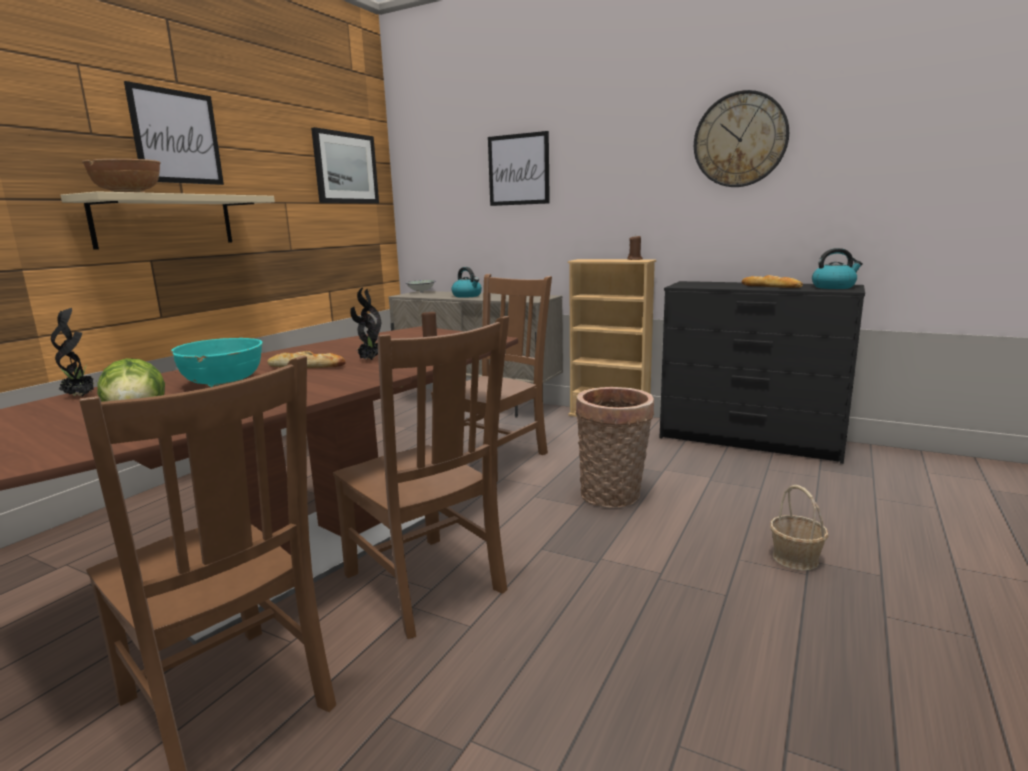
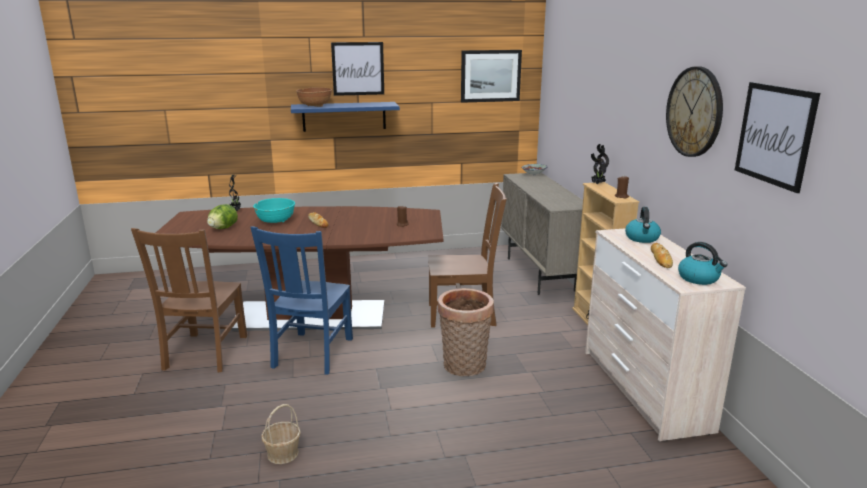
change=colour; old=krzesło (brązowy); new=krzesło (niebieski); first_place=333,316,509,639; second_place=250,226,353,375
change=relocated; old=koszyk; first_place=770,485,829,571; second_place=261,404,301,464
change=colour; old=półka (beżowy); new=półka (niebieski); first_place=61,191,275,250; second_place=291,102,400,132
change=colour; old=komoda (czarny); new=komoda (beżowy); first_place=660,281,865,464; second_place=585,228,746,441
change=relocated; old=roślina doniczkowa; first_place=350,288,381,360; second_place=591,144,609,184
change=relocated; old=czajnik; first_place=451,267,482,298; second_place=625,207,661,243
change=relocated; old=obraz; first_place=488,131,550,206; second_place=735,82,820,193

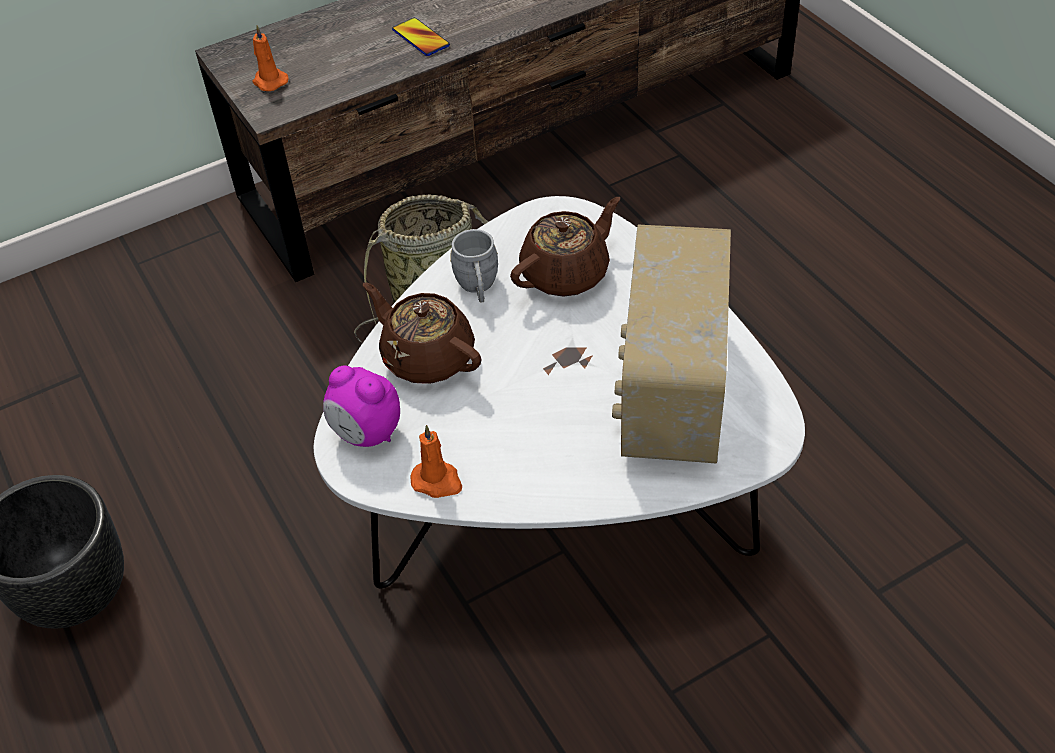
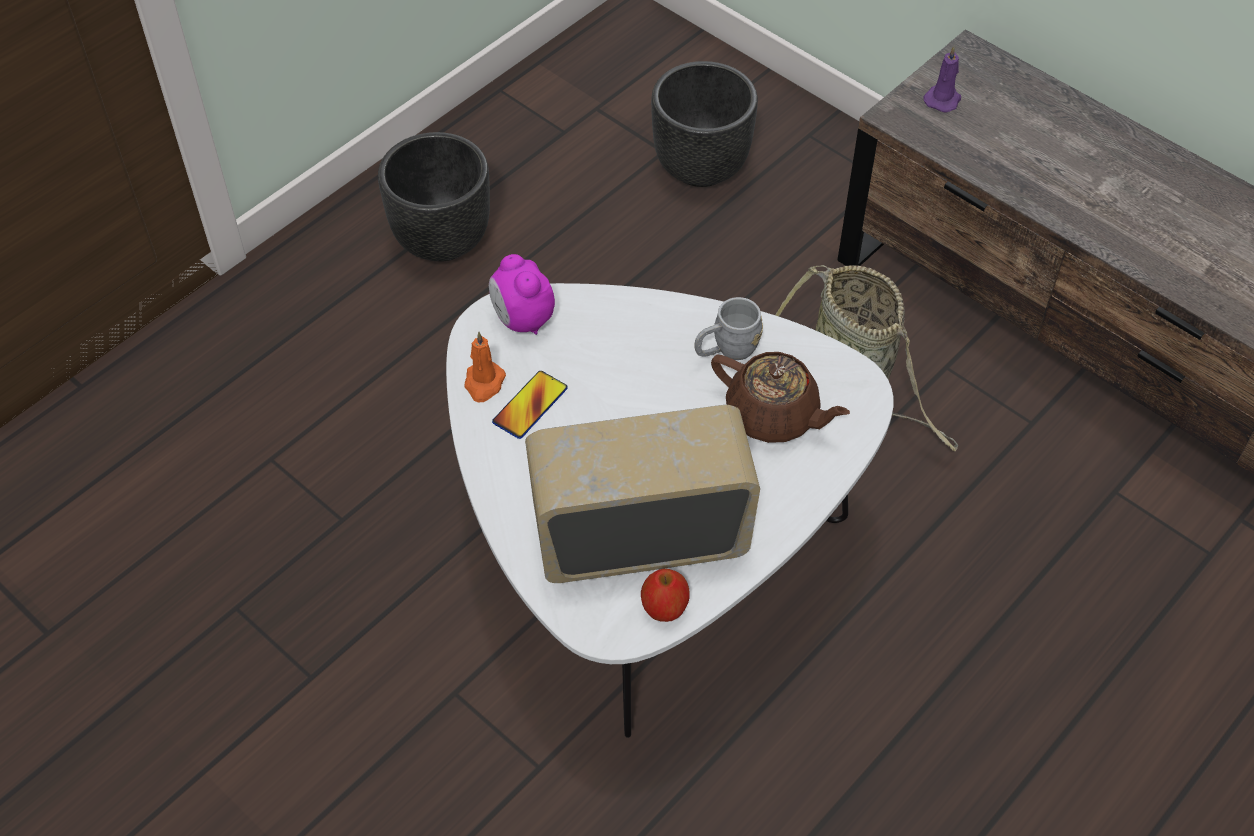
change=spun; old=budzik; first_place=323,365,400,447; second_place=489,254,555,335; degrees=-45
change=relocated; old=telefon; first_place=392,18,450,56; second_place=492,371,568,439
change=appeared; new=jabłko; second_place=641,569,690,622
change=appeared; new=donica (czarny); second_place=651,61,758,187
change=colour; old=świeca (pomarańczowy); new=świeca (fioletowy); first_place=252,25,288,91; second_place=923,46,961,112
change=missing; old=imbryk (brązowy); first_place=363,282,481,384

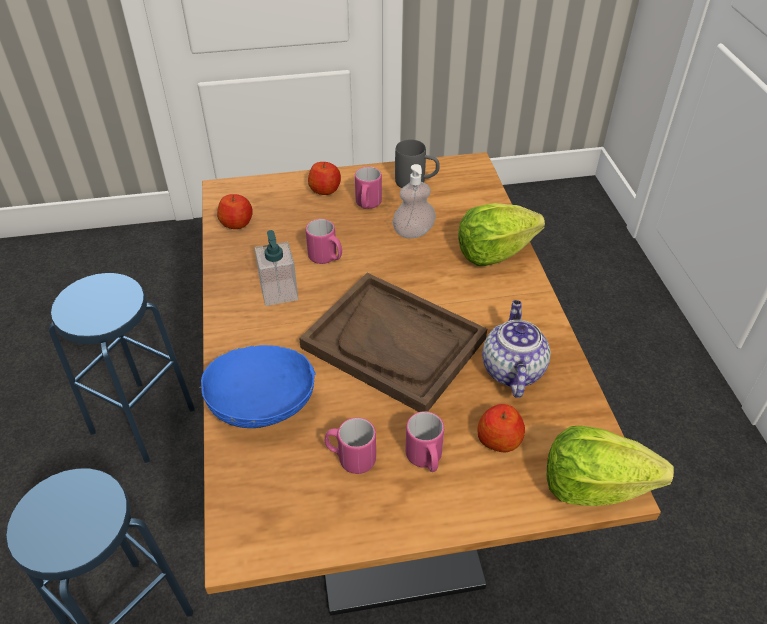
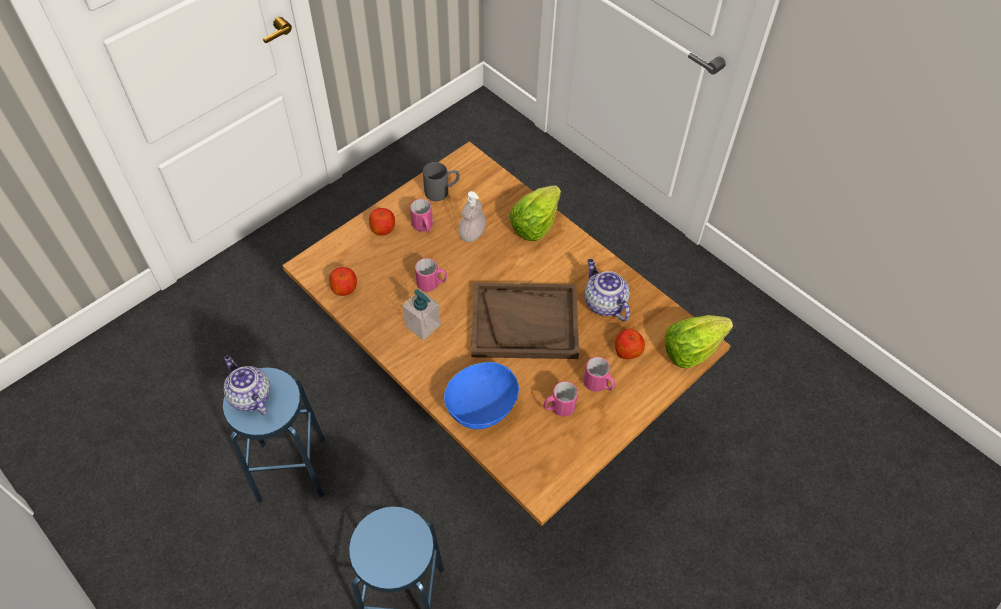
change=appeared; new=imbryk; second_place=224,355,270,415

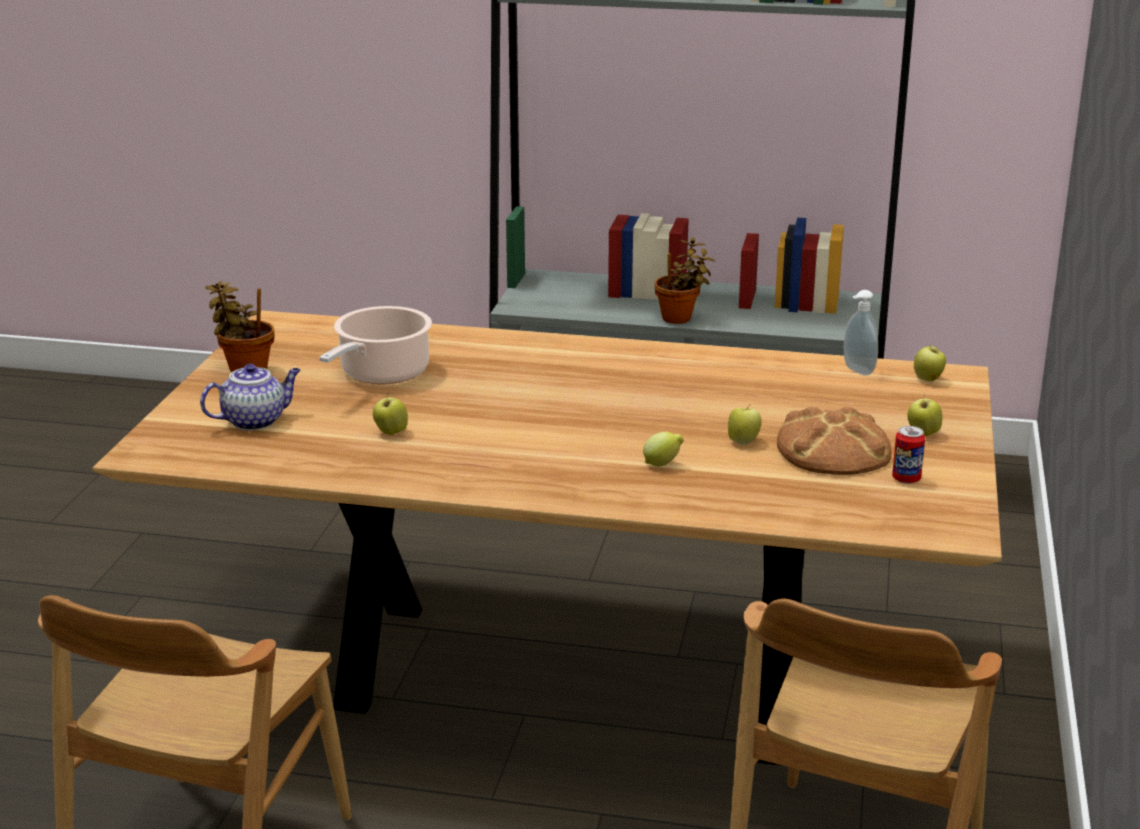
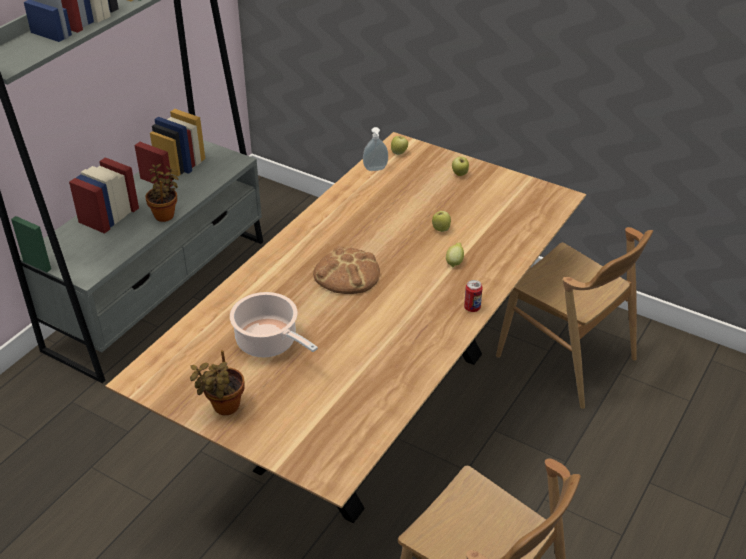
change=relocated; old=chleb; first_place=777,406,892,475; second_place=313,246,380,294
change=relocated; old=puszka; first_place=892,426,925,484; second_place=464,280,483,312
change=missing; old=imbryk; first_place=200,364,301,431
change=missing; old=jabłko; first_place=373,394,408,435

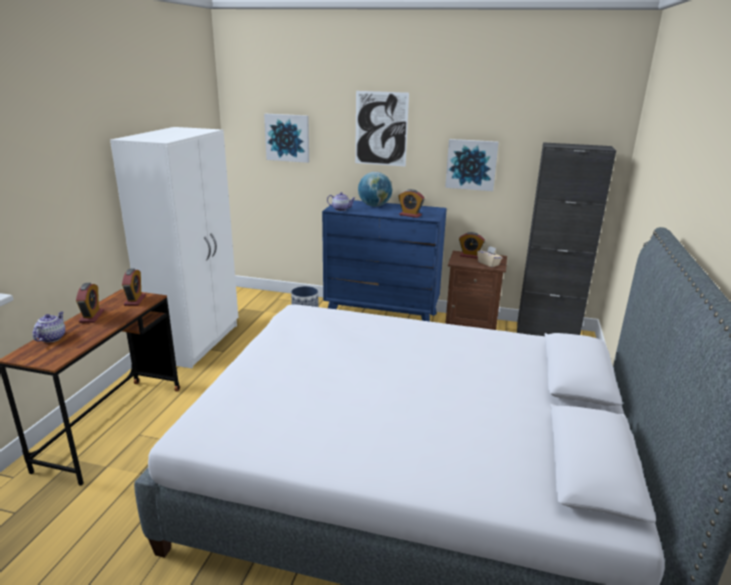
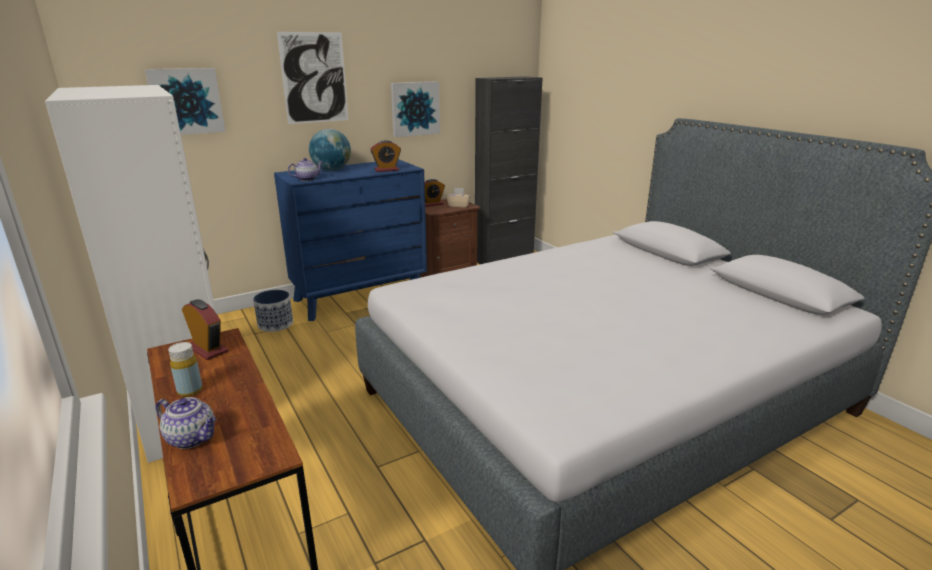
change=spun; old=imbryk; first_place=33,312,65,343; second_place=156,397,217,449; degrees=150
change=exchanged; old=budzik; new=butelka (żółty); first_place=76,283,104,323; second_place=168,342,202,397

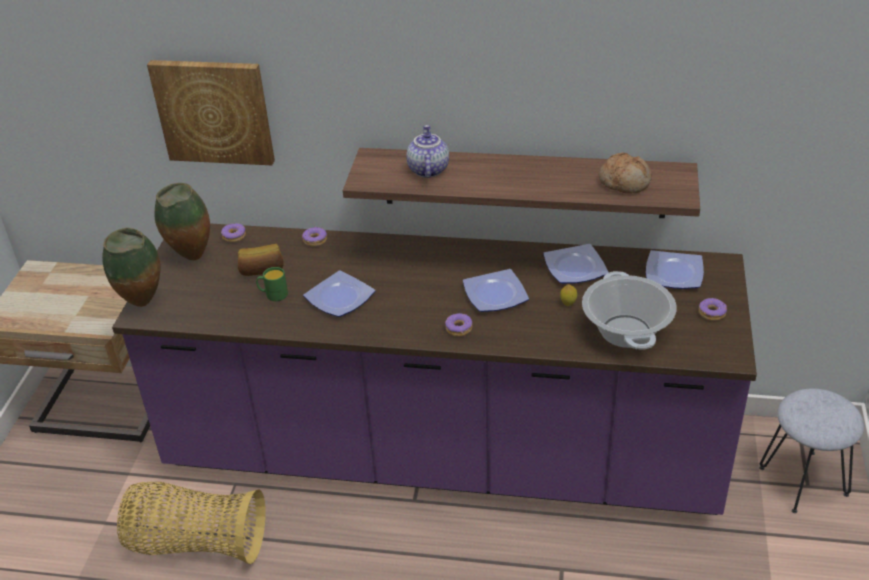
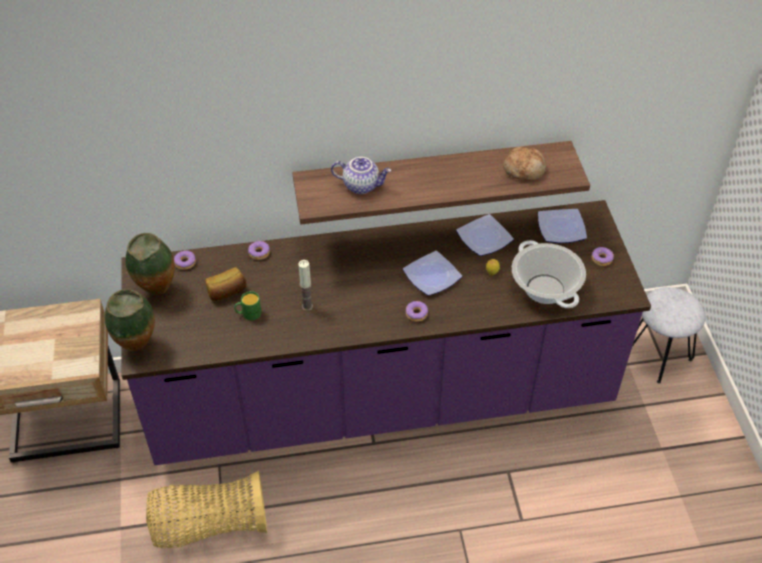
change=exchanged; old=talerz; new=świeca; first_place=303,270,375,317; second_place=298,260,313,311
change=spun; old=imbryk; first_place=406,125,449,178; second_place=331,157,391,194; degrees=120
change=missing; old=obraz; first_place=147,60,275,165

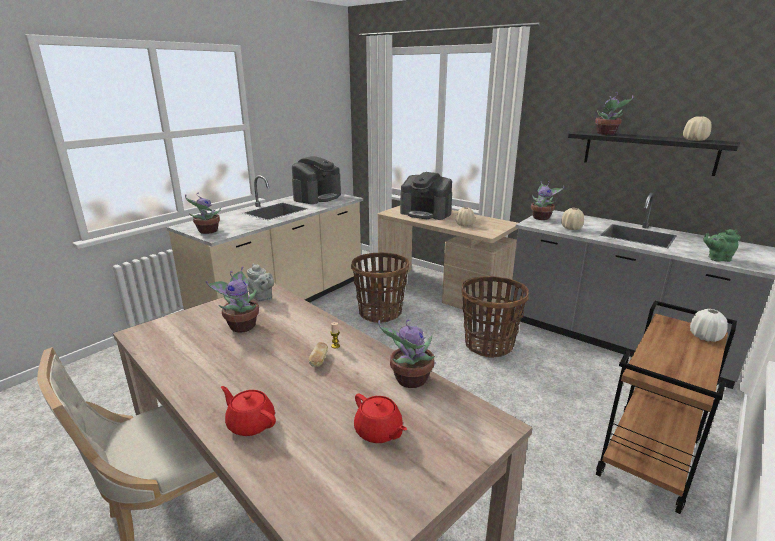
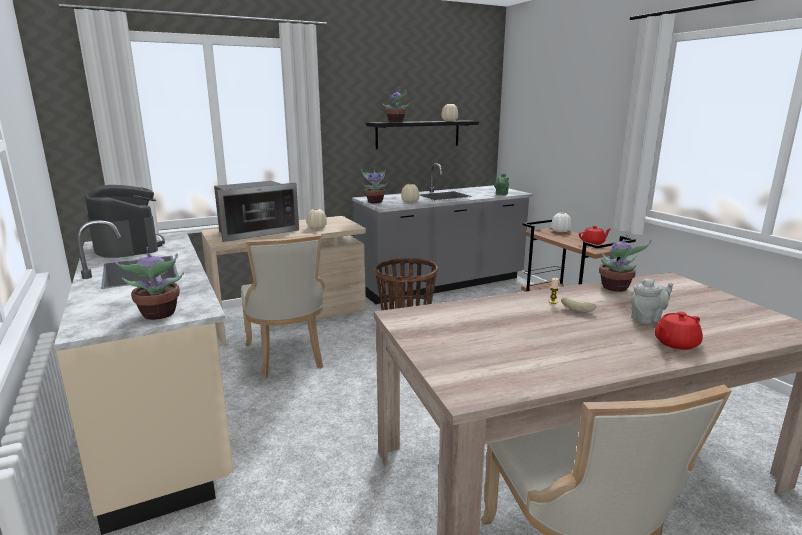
change=exchanged; old=ekspres do kawy; new=mikrofalówka; first_place=400,172,452,220; second_place=214,181,299,242
change=exchanged; old=koszyk; new=krzesło (beżowy); first_place=351,252,409,323; second_place=241,234,325,378
change=relocated; old=imbryk (czerwony); first_place=354,393,407,443; second_place=579,226,612,245
change=relocated; old=imbryk (szary); first_place=247,264,274,302; second_place=631,278,673,324
change=missing; old=roślina doniczkowa; first_place=206,266,259,333

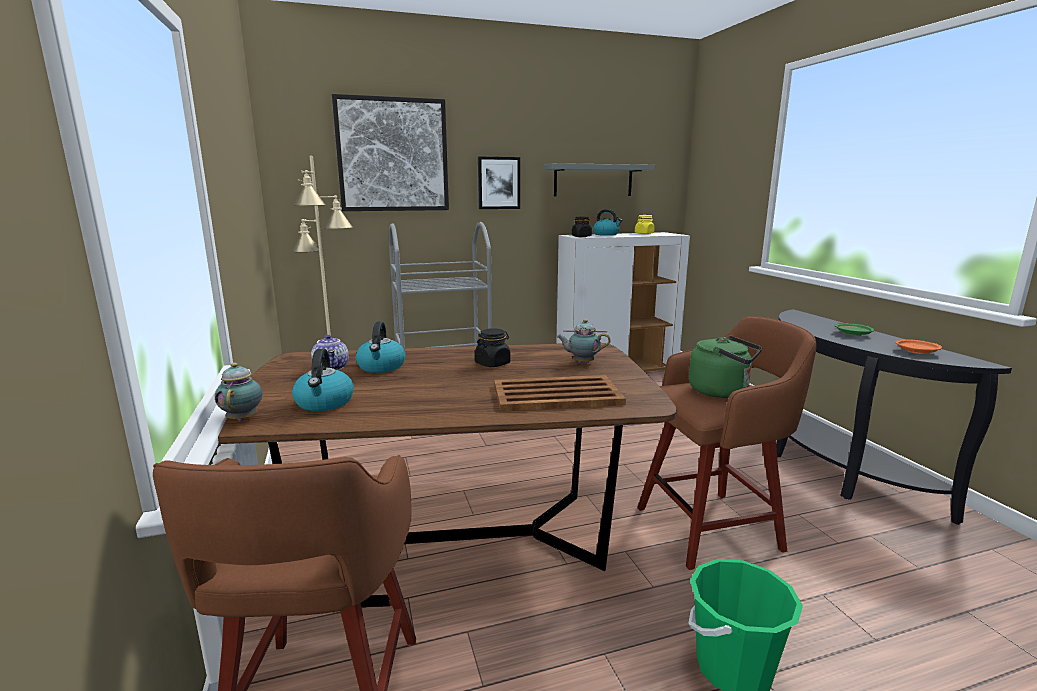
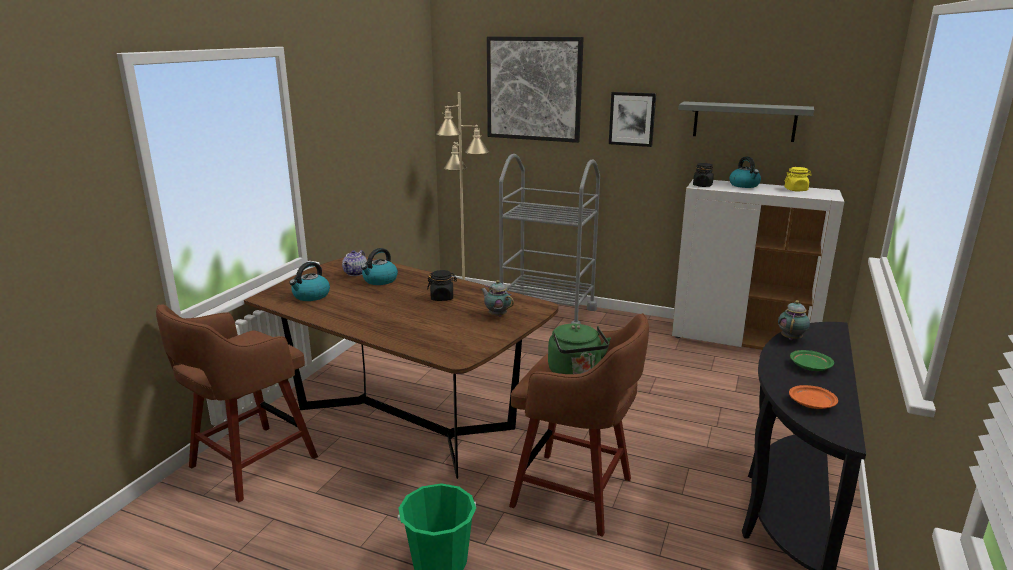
change=relocated; old=imbryk; first_place=215,363,262,422; second_place=778,300,810,340
change=missing; old=taca (brązowy); first_place=494,375,626,412

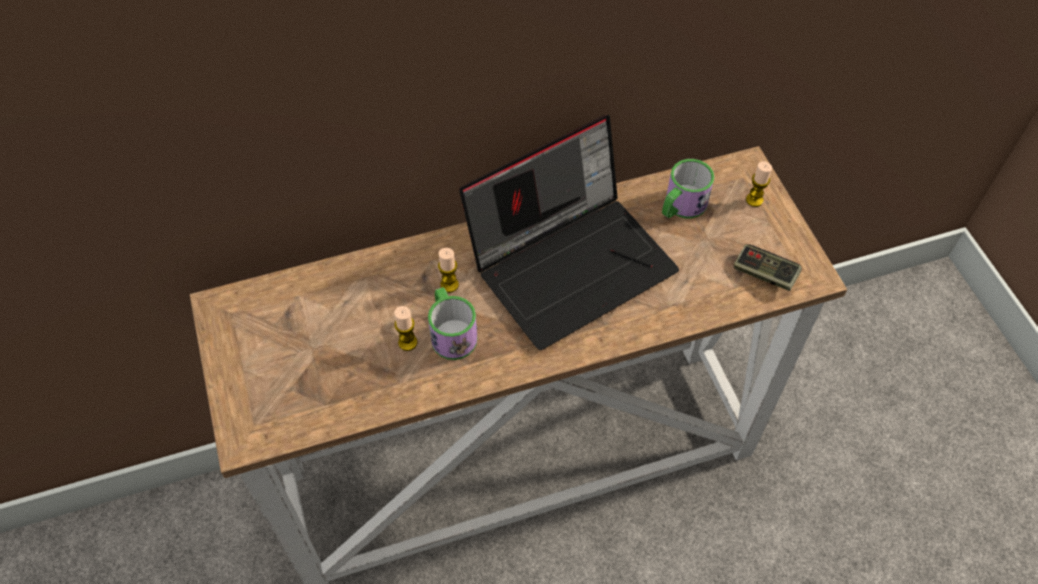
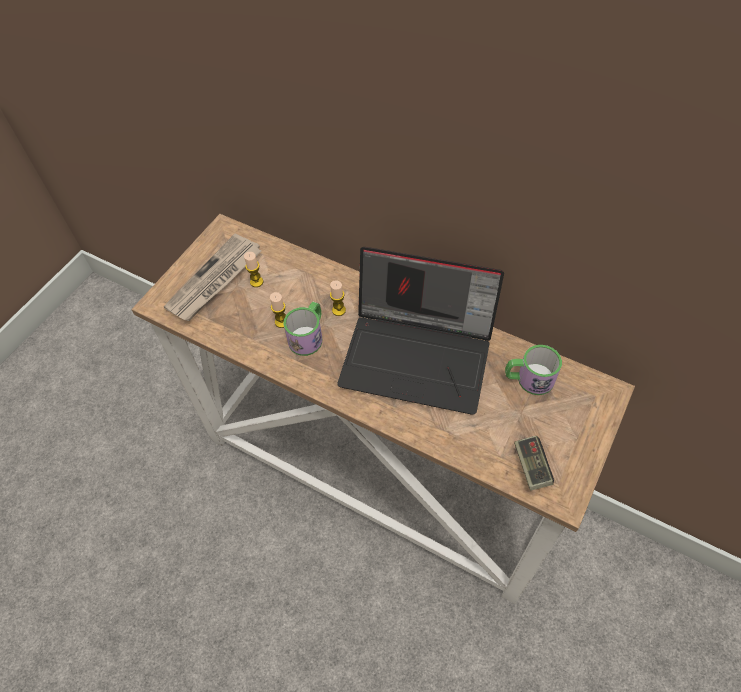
change=appeared; new=gazeta; second_place=163,233,262,321
change=relocated; old=świeca; first_place=746,161,772,207; second_place=244,252,263,287

